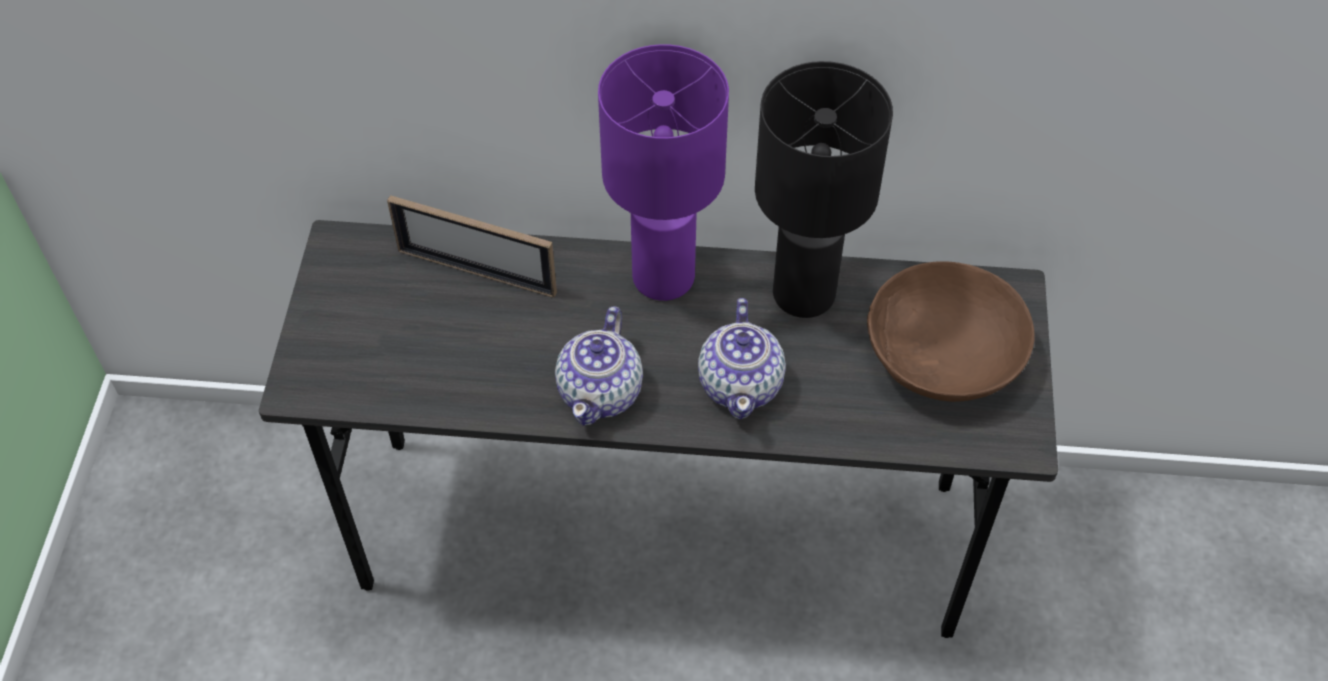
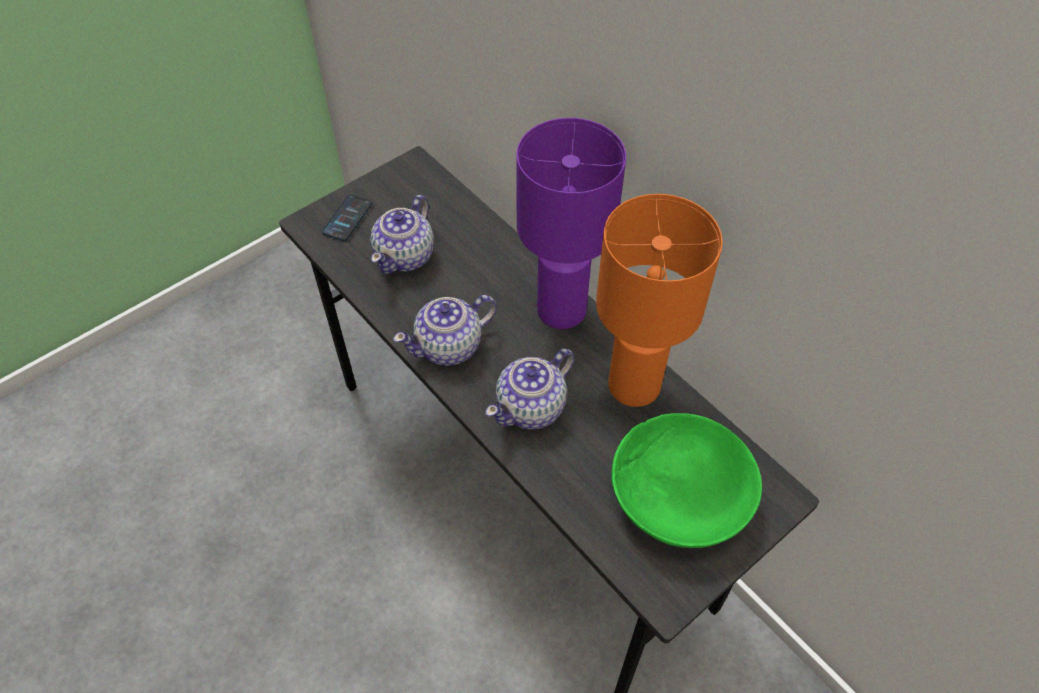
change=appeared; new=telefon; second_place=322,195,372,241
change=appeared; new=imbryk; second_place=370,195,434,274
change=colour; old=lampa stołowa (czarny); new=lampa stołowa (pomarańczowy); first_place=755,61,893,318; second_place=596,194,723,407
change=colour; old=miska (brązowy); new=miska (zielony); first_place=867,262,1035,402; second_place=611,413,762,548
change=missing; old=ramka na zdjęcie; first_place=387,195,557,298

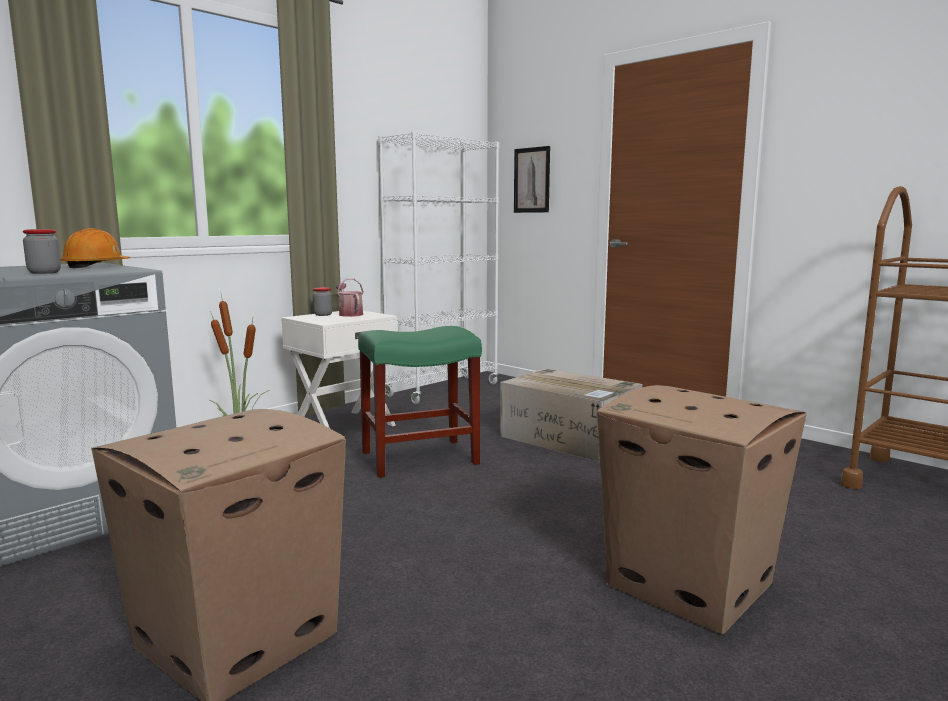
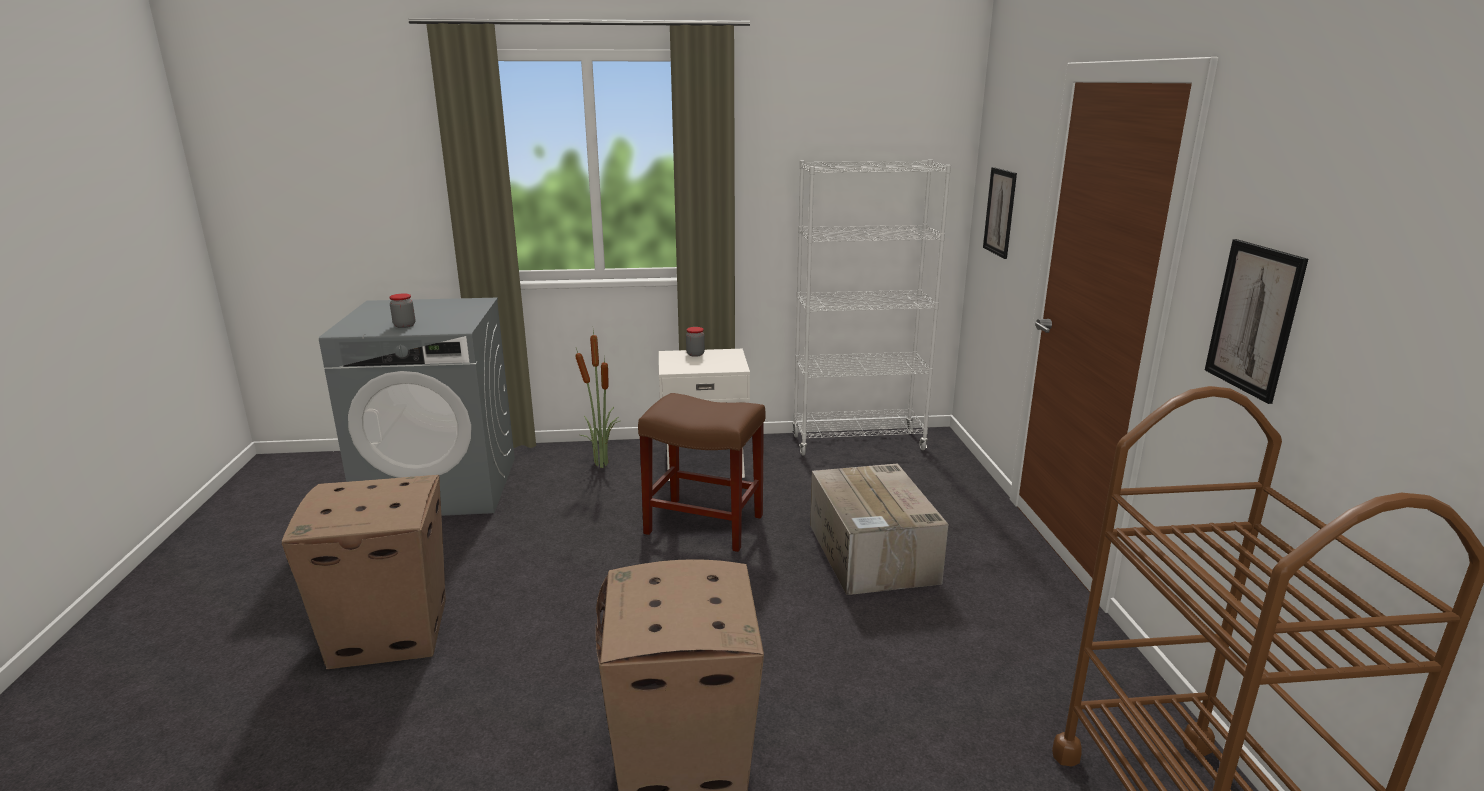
change=colour; old=stołek (zielony); new=stołek (brązowy); first_place=358,326,482,478; second_place=638,393,766,552
change=appeared; new=obraz; second_place=1205,239,1308,404
change=missing; old=kask (pomarańczowy); first_place=60,228,130,268
change=missing; old=konewka; first_place=336,278,364,317

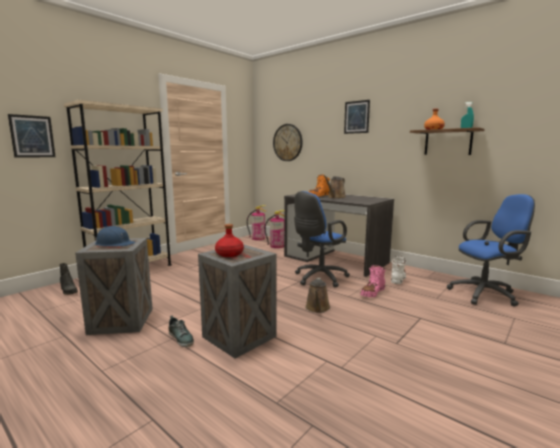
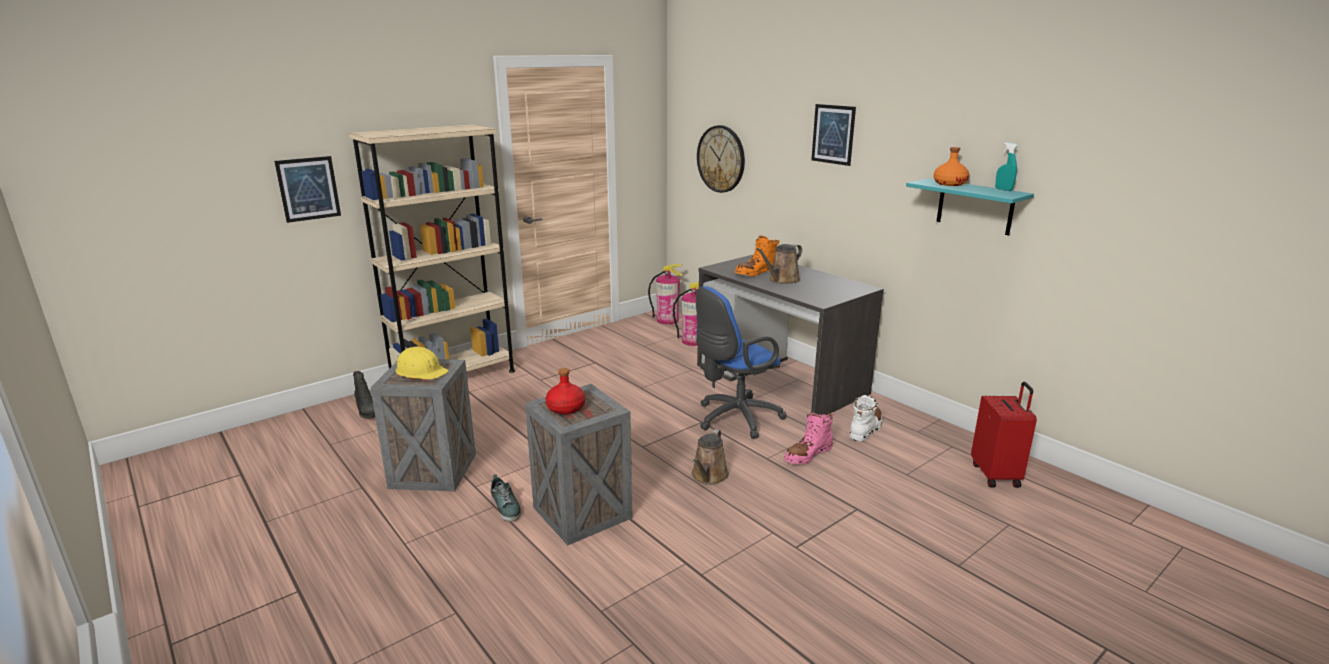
change=colour; old=kask (niebieski); new=kask (żółty); first_place=95,226,136,246; second_place=395,347,449,380
change=colour; old=półka (brązowy); new=półka (turkusowy); first_place=410,127,485,155; second_place=906,178,1034,235
change=exchanged; old=krzesło biurowe (niebieski); new=walizka (czerwony); first_place=447,194,535,306; second_place=971,382,1037,488

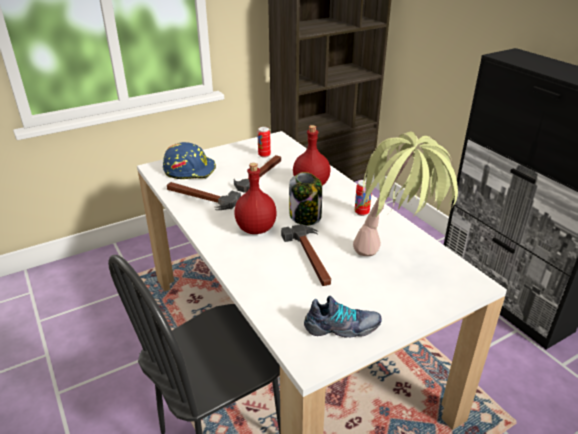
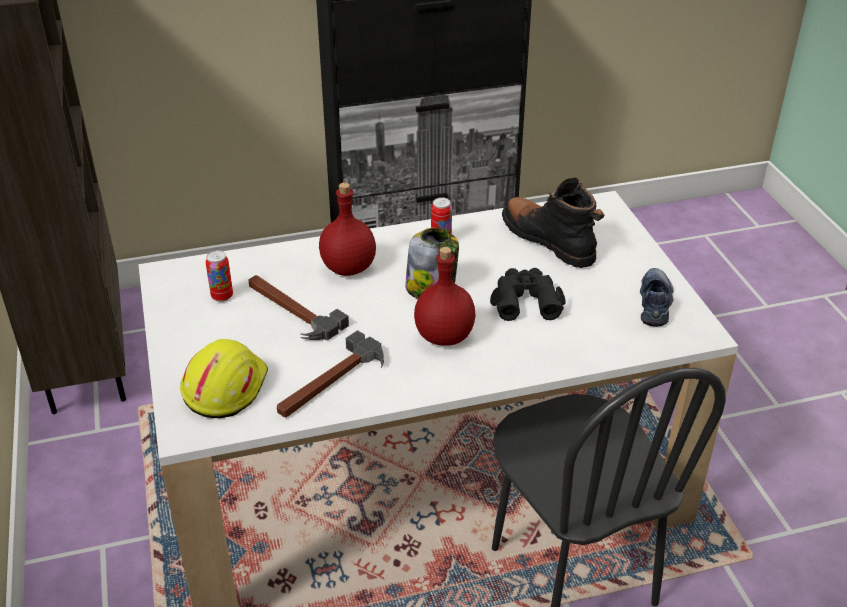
change=colour; old=kask (niebieski); new=kask (żółty); first_place=163,142,216,179; second_place=180,339,268,418
change=exchanged; old=młotek; new=lornetka (czarny); first_place=281,224,331,286; second_place=490,268,566,321
change=exchanged; old=roślina doniczkowa; new=but z cholewką (czarny); first_place=353,132,458,256; second_place=502,178,605,268

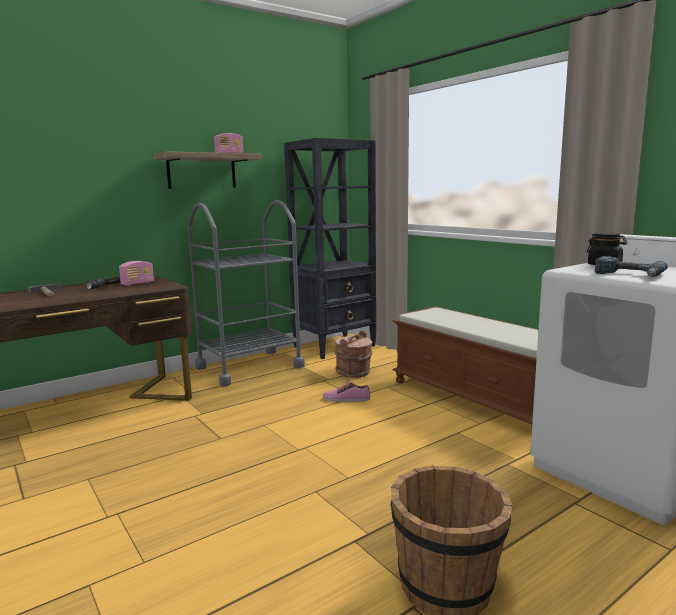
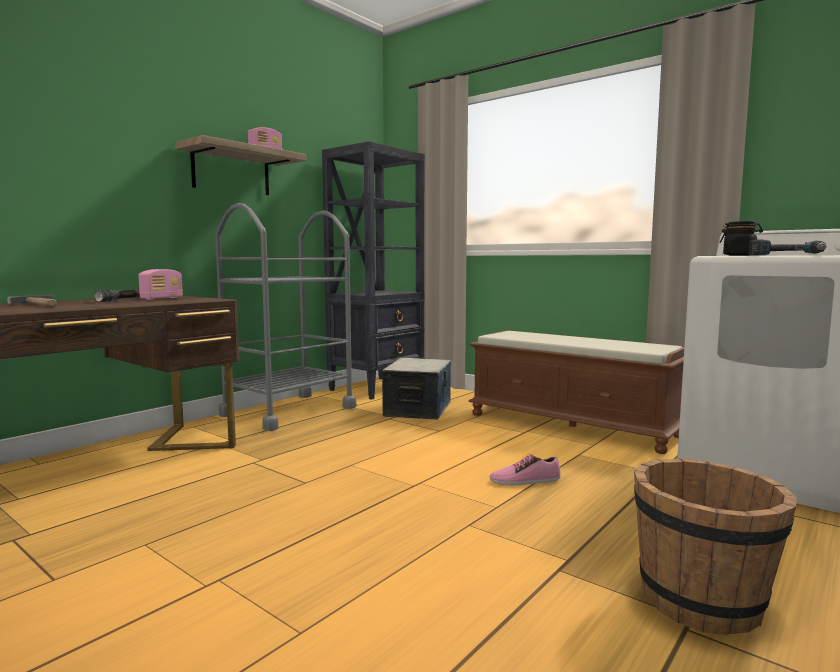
change=exchanged; old=wiadro (brązowy); new=pojemnik do przechowywania; first_place=335,330,373,378; second_place=382,358,451,420
change=relocated; old=but; first_place=323,382,370,402; second_place=490,454,560,485

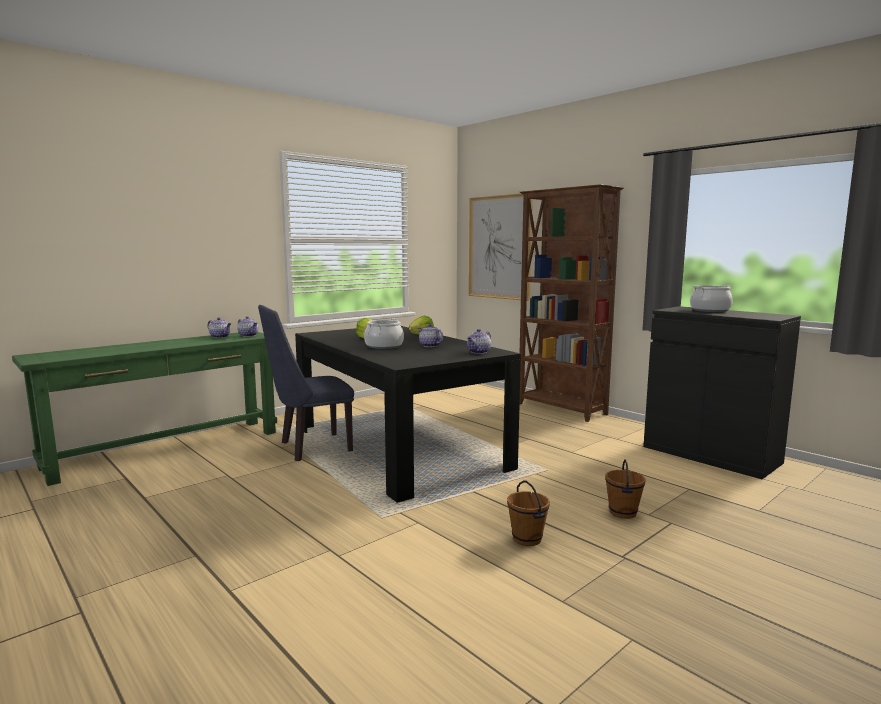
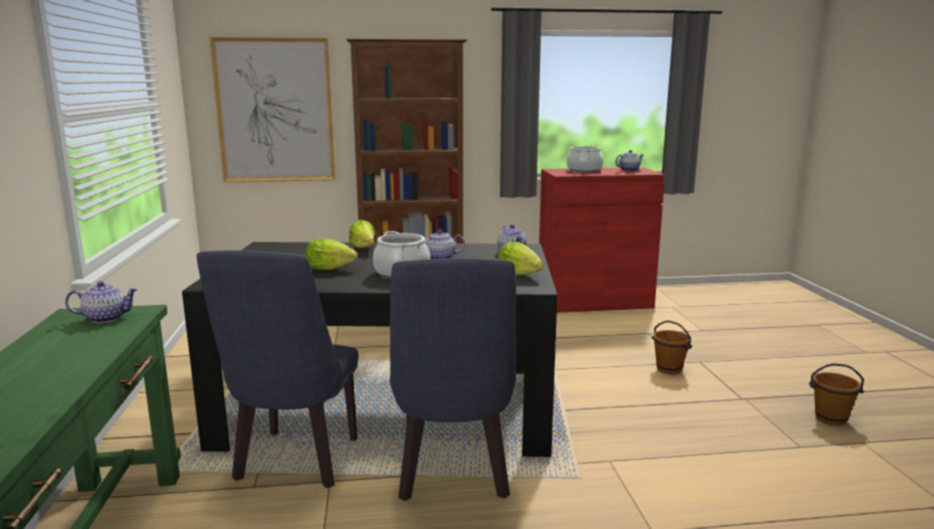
change=appeared; new=krzesło (niebieski); second_place=390,258,516,501
change=appeared; new=sałata; second_place=498,242,543,276
change=colour; old=szafka (czarny); new=szafka (czerwony); first_place=643,306,801,479; second_place=539,167,665,313
change=relocated; old=imbryk; first_place=207,317,231,338; second_place=616,150,643,171
change=relocated; old=wiadro (brązowy); first_place=507,480,550,546; second_place=809,363,864,426

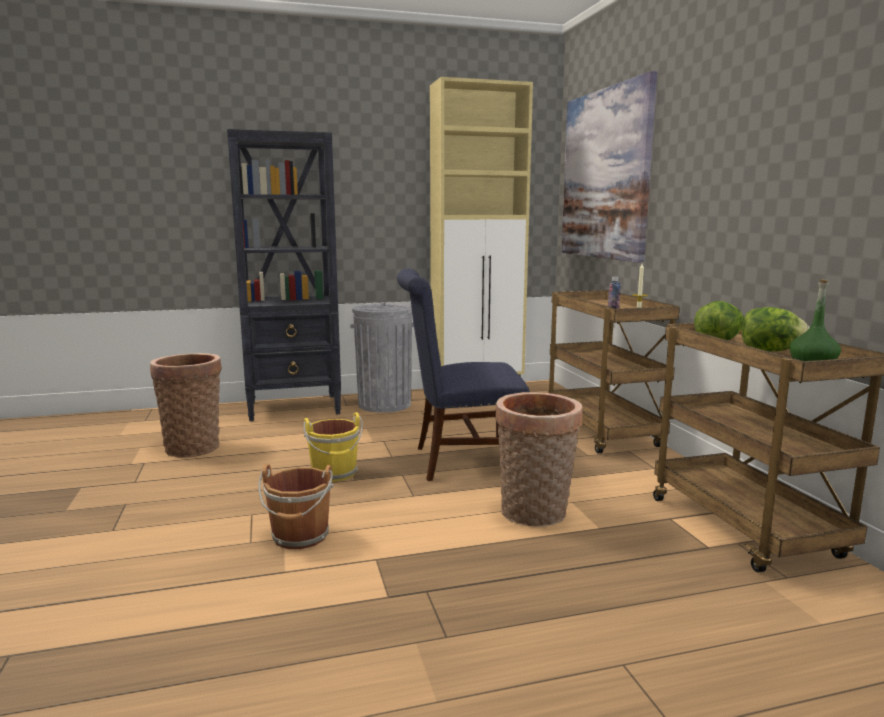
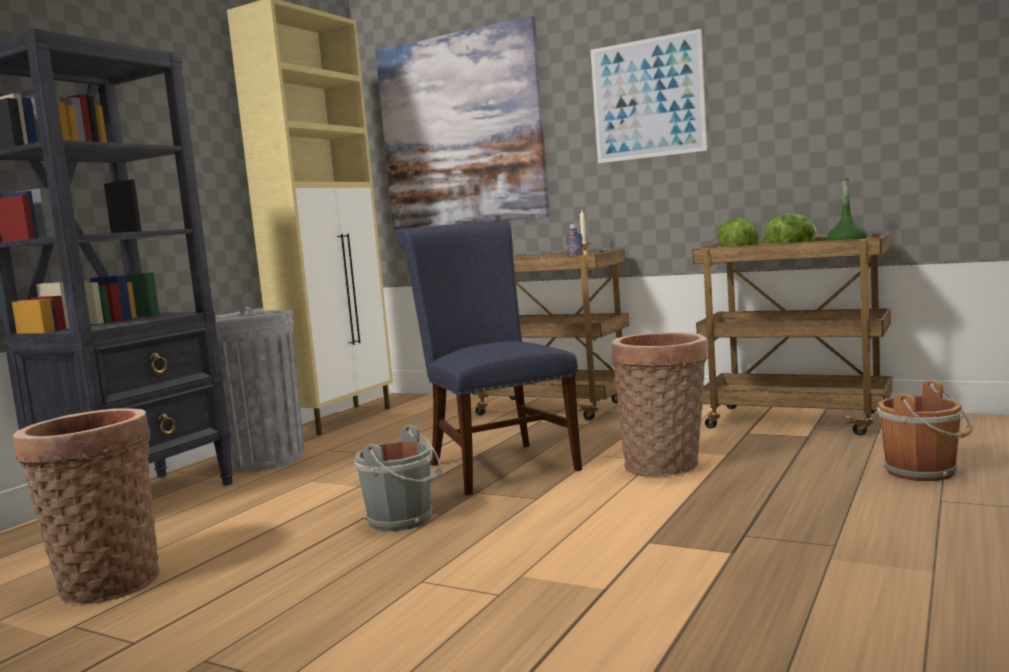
change=colour; old=wiadro (żółty); new=wiadro (szary); first_place=304,412,363,482; second_place=355,425,442,531
change=spun; old=krzesło (niebieski); first_place=397,268,530,481; second_place=395,220,582,495; degrees=120
change=appeared; new=obraz; second_place=591,29,707,163
change=relocated; old=wiadro (brązowy); first_place=258,464,334,549; second_place=877,380,973,481

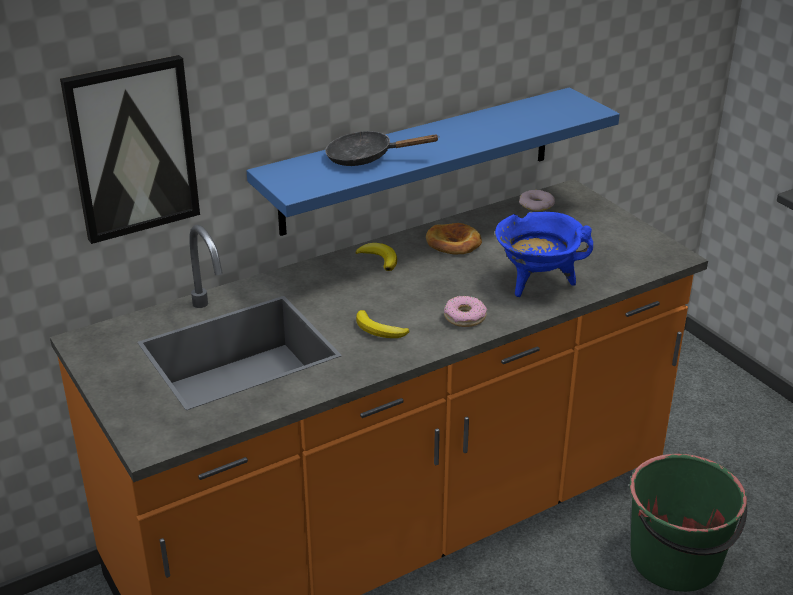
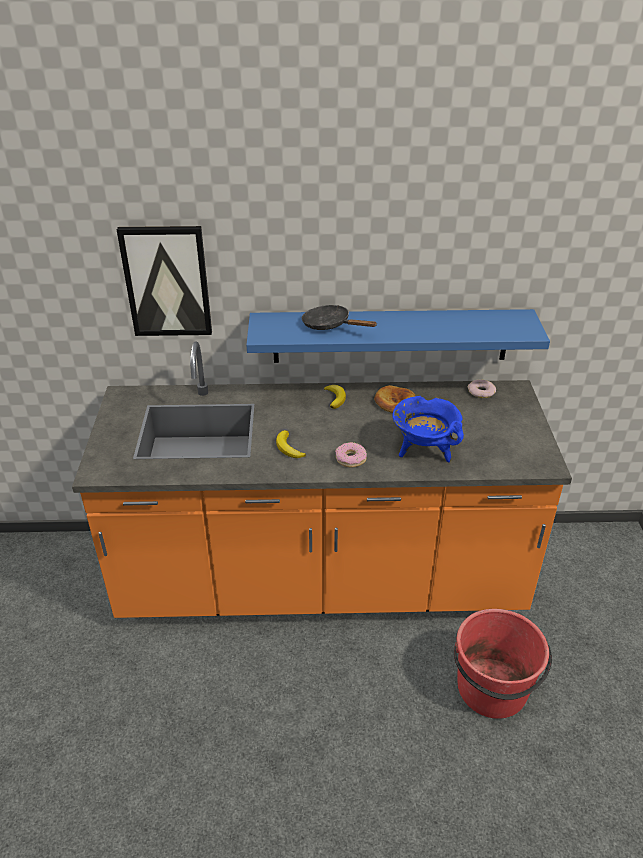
change=colour; old=wiadro (zielony); new=wiadro (czerwony); first_place=630,454,747,592; second_place=454,609,552,719

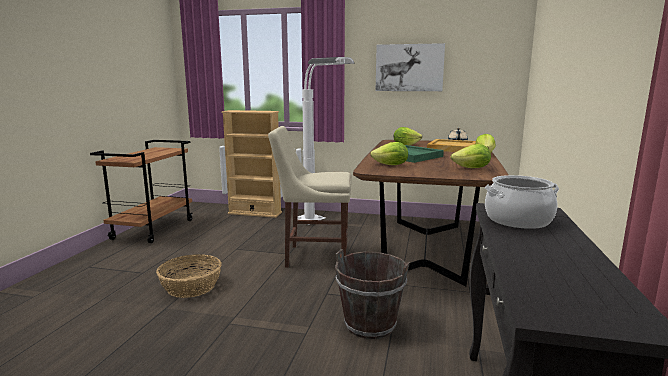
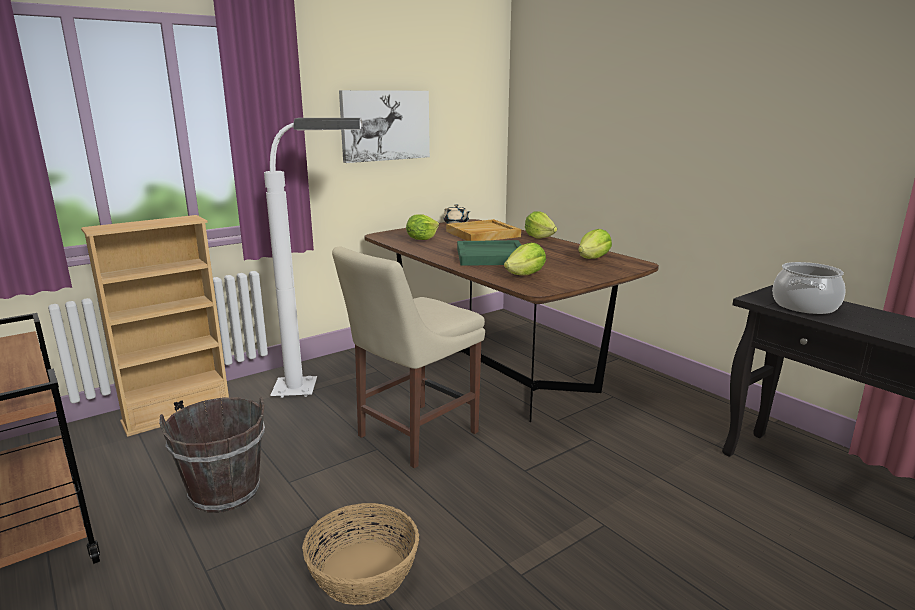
change=relocated; old=wiadro (brązowy); first_place=335,249,410,339; second_place=159,397,265,513

